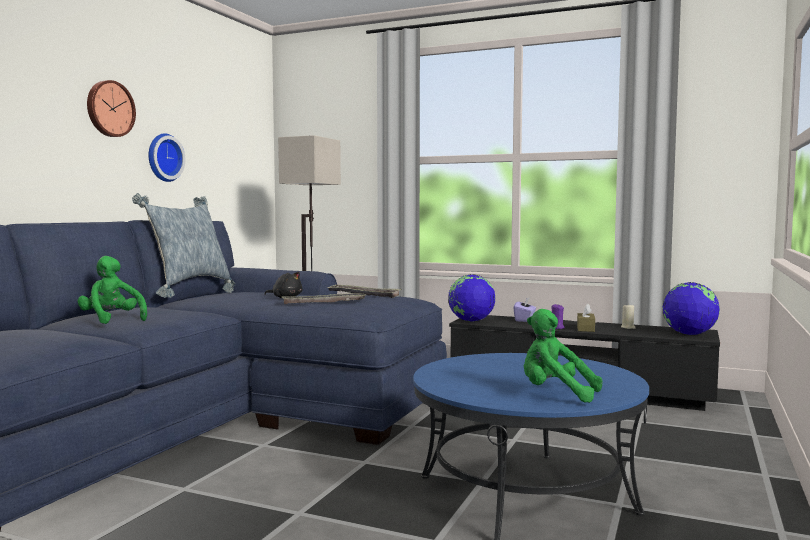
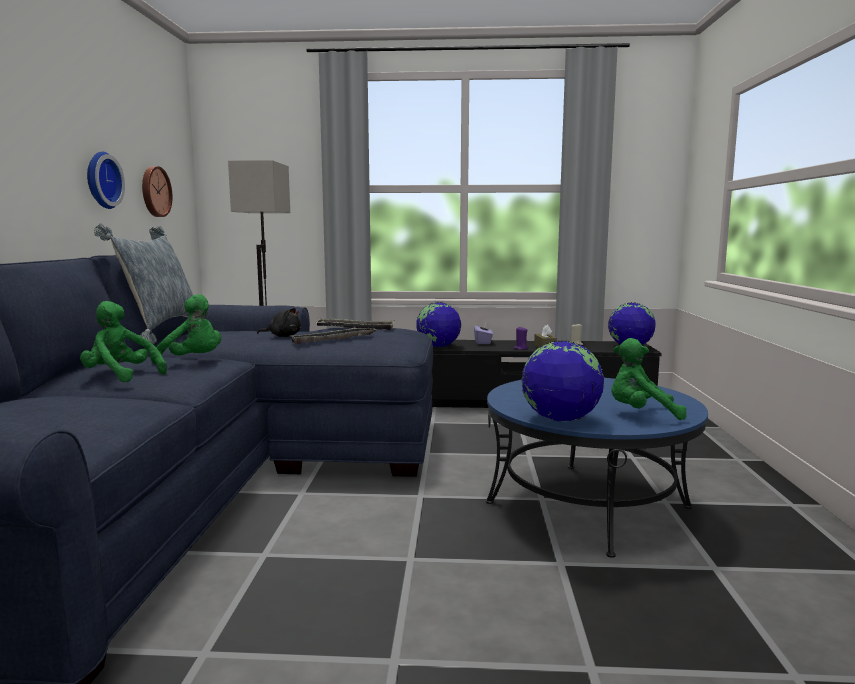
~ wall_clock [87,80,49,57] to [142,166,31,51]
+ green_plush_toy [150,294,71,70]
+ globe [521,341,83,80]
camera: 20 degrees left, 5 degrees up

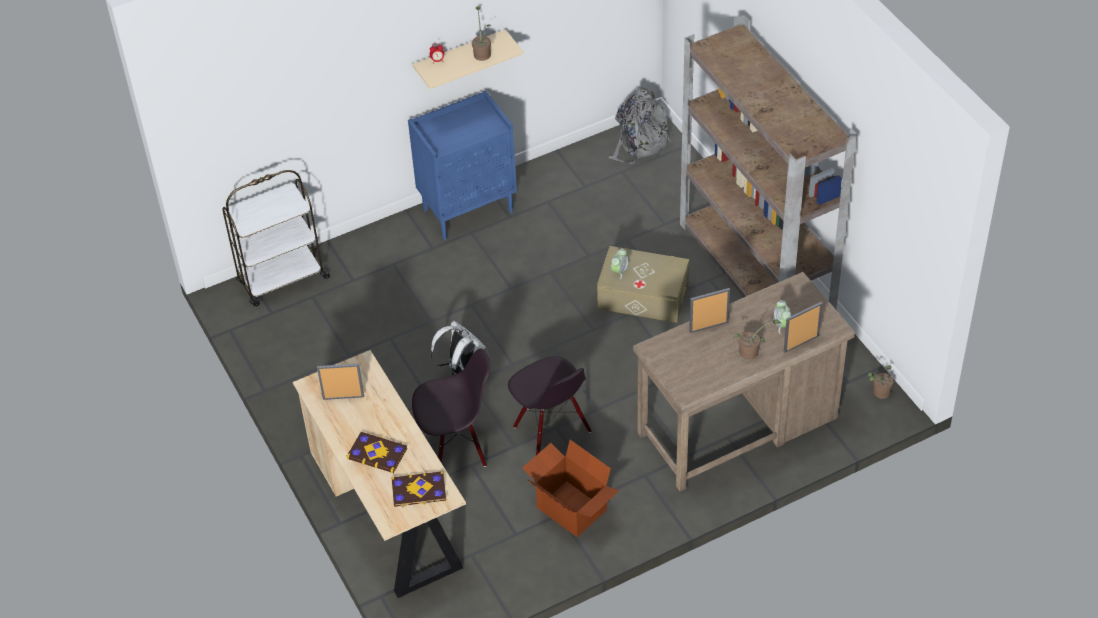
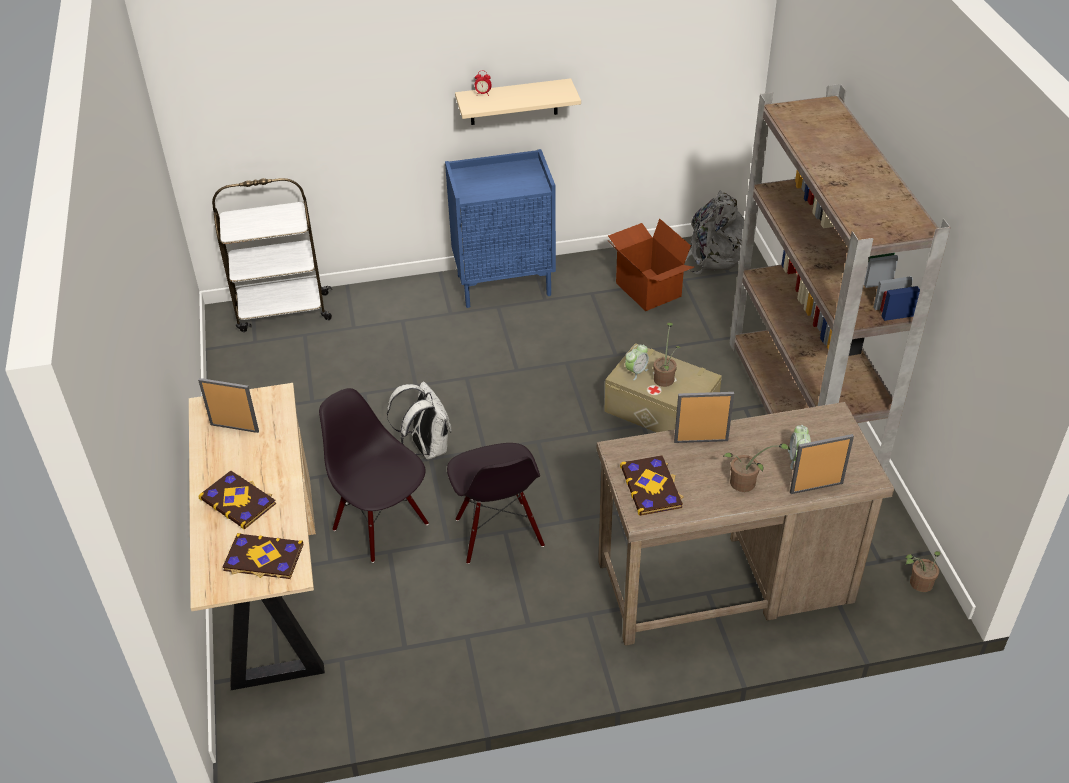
~ black_chair [412,349,78,118] = [319,388,110,175] 135 degrees counterclockwise
~ potted_plant [472,6,19,55] to [653,322,28,65]
~ cardboard_box [522,440,98,97] to [608,218,86,93]
+ book [620,455,64,61]
camera: 15 degrees right, 5 degrees down

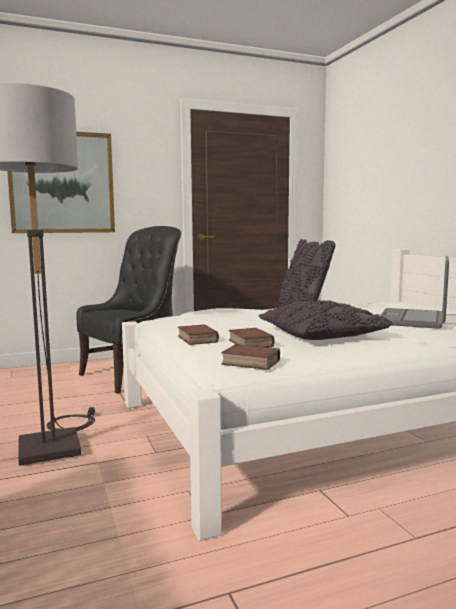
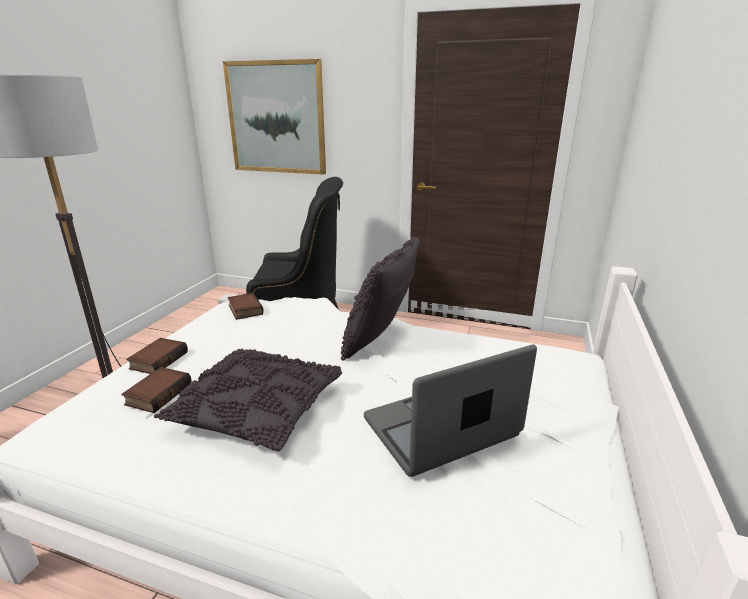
~ book [221,344,59,26] to [228,293,36,27]
camera: 40 degrees right, 15 degrees up

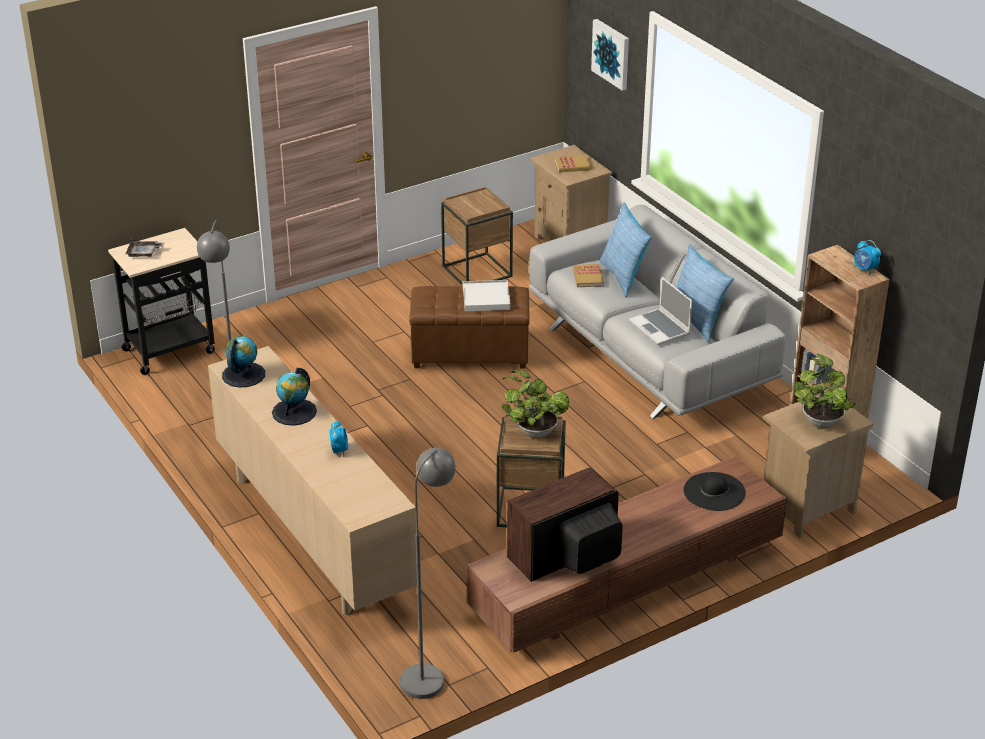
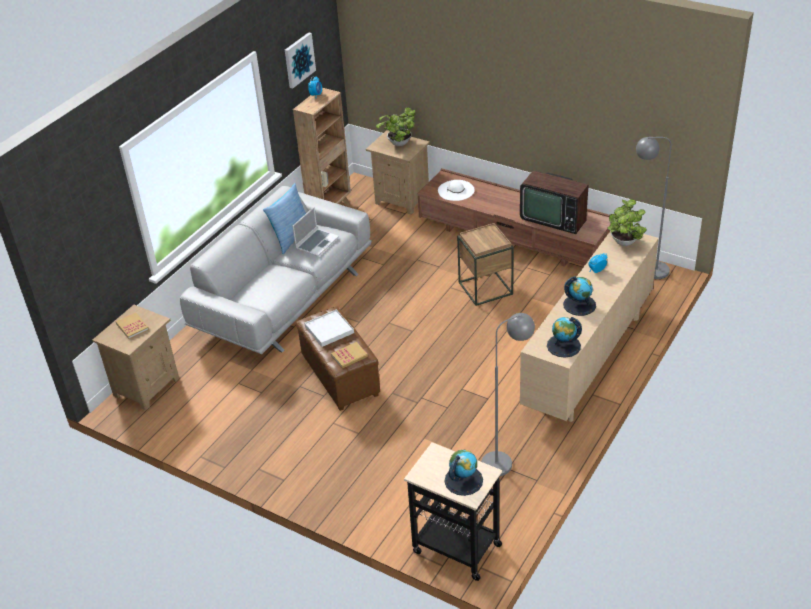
~ grey_tray [126,239,39,18] to globe [444,450,39,46]
- brown_side_table [441,187,72,99]
~ potted_plant [502,370,67,68] to [607,199,40,47]
~ book [573,264,31,23] to [331,342,37,26]
~ picture [591,19,38,72] to [285,32,31,56]
- pillow [599,202,53,96]
~ black_hat [684,472,62,39] to white_hat [438,180,37,21]
camera: 115 degrees left, 5 degrees up

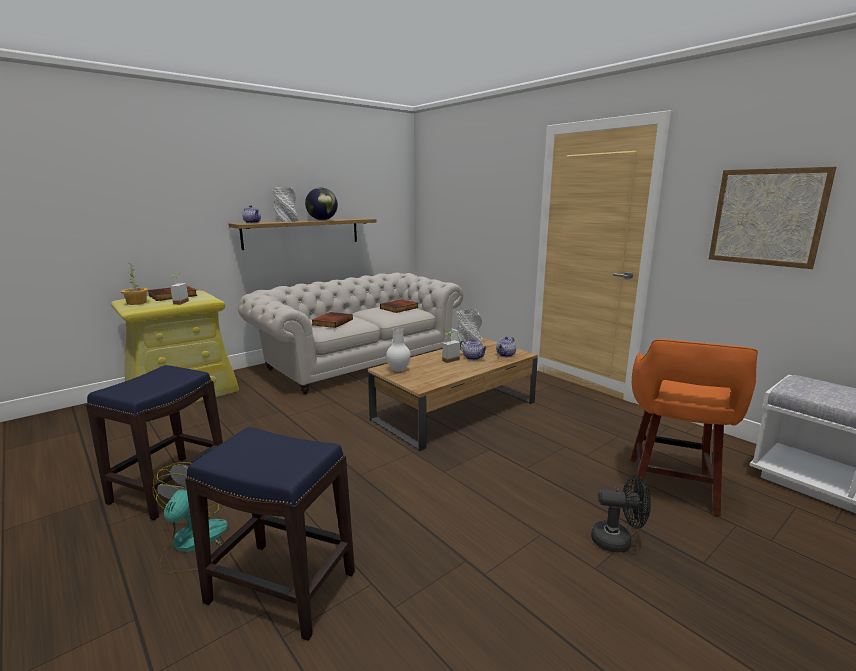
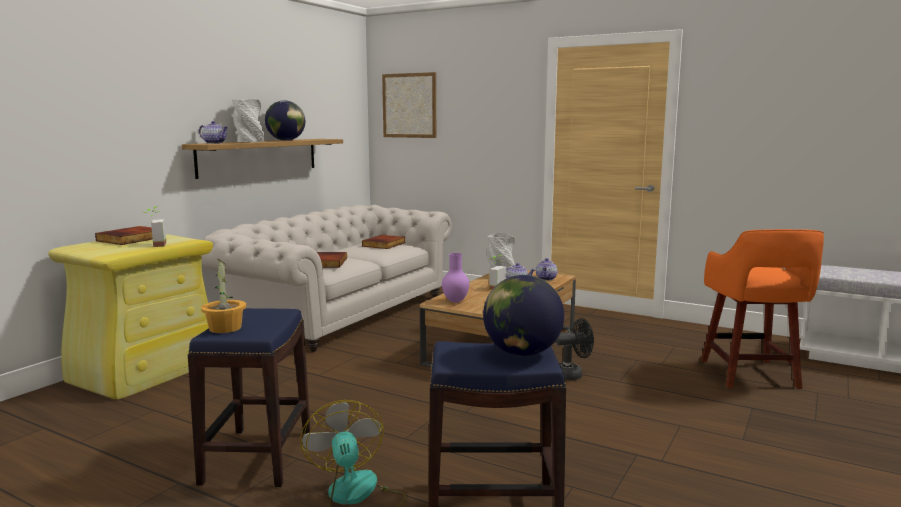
~ potted_plant [121,263,28,42] to [201,258,45,75]
~ white_vase [386,328,25,44] to purple_vase [442,253,27,50]
~ black_fan [591,475,60,78] to [555,318,39,62]
~ picture [709,166,127,103] to [382,72,54,66]
+ globe [483,275,81,81]
camera: 20 degrees left, 5 degrees down

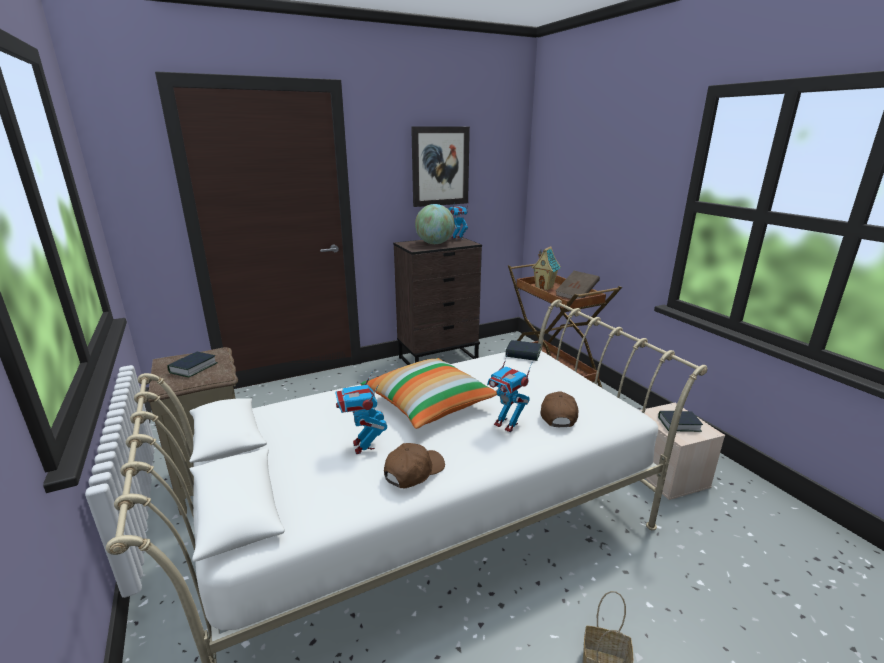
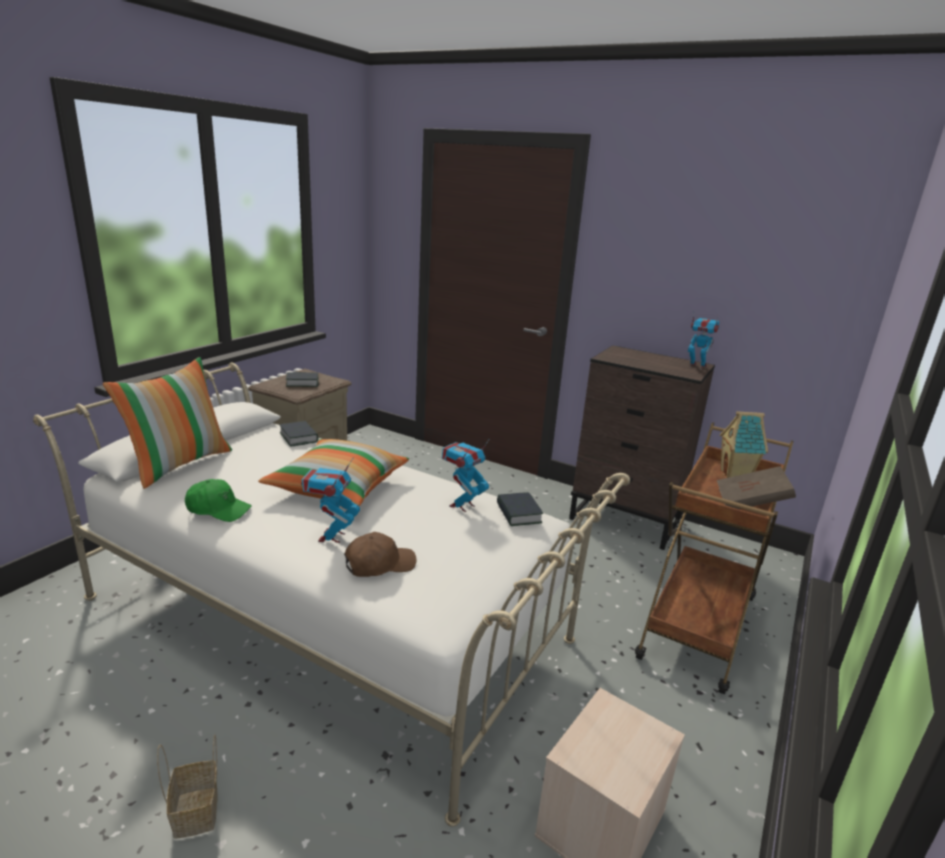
~ toy_robot [335,370,52,84] to [442,440,47,72]
~ brown_cap [384,443,61,45] to green_cap [185,479,67,43]
- picture [411,126,59,81]
- globe [415,204,40,40]
~ book [658,411,45,21] to [279,421,39,26]
+ pillow [103,357,129,132]
camera: 55 degrees right, 0 degrees up

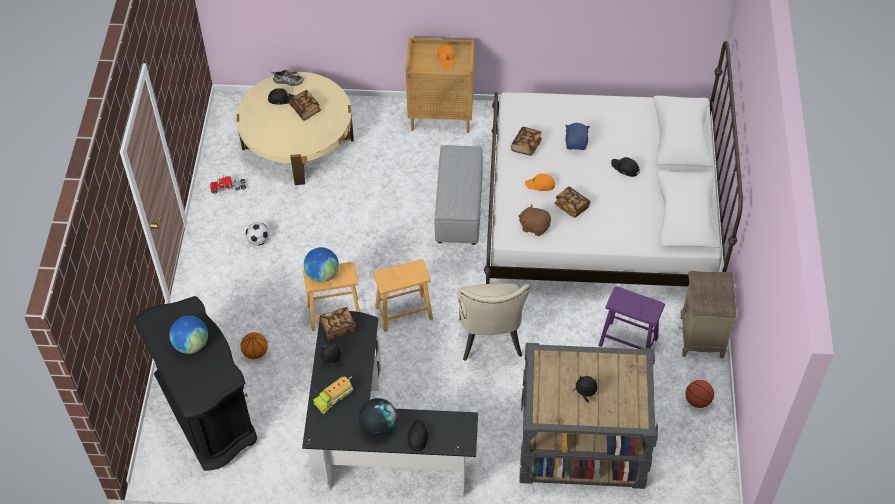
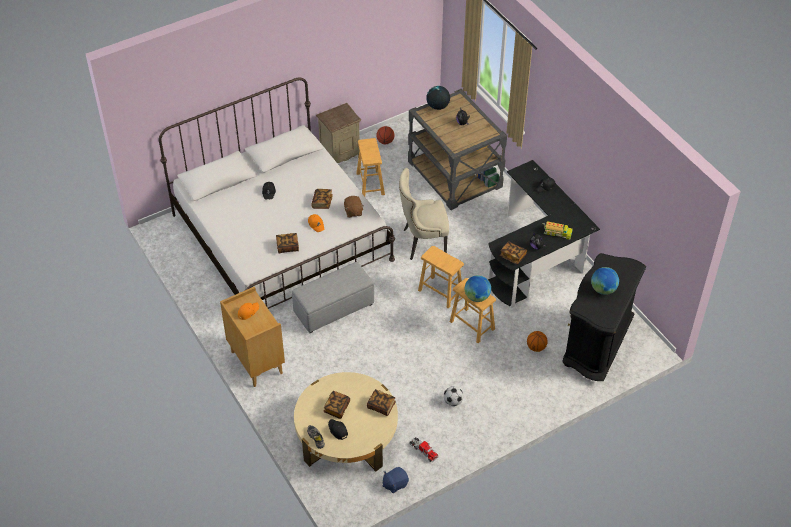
~ globe [359,398,38,39] to [426,86,24,24]
~ beige_chair [457,283,73,78] = [399,168,50,92] 150 degrees counterclockwise
~ blue_plush_toy [565,123,25,27] to [383,467,26,26]
~ purple_stool [598,286,67,63] to brown_stool [356,138,29,58]
+ book [367,389,29,27]
camera: 125 degrees left, 5 degrees down

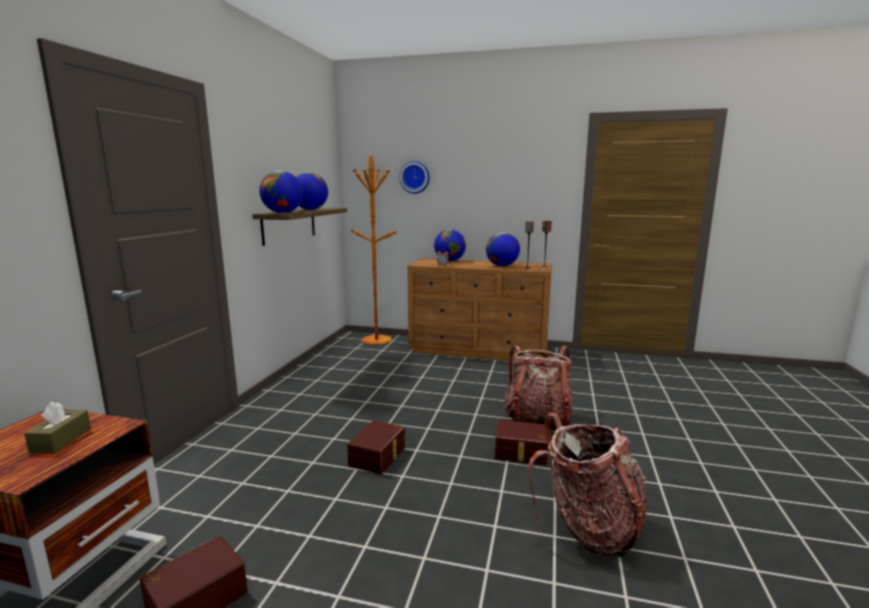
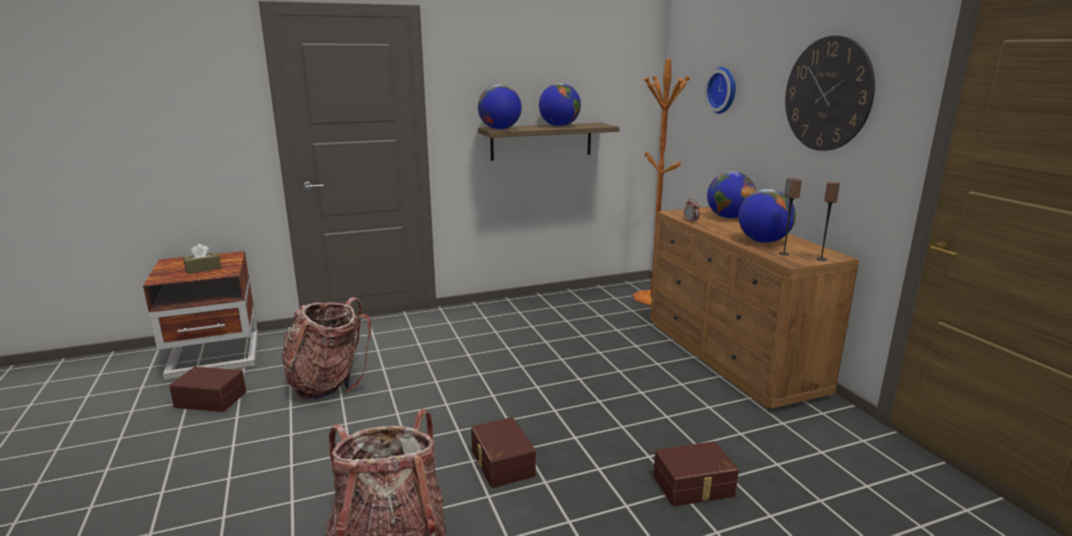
~ brown_storage_box [347,420,58,54] to [653,441,86,65]
~ backpack [504,345,69,88] to [282,297,89,103]
+ wall_clock [785,36,90,115]
camera: 55 degrees right, 5 degrees up

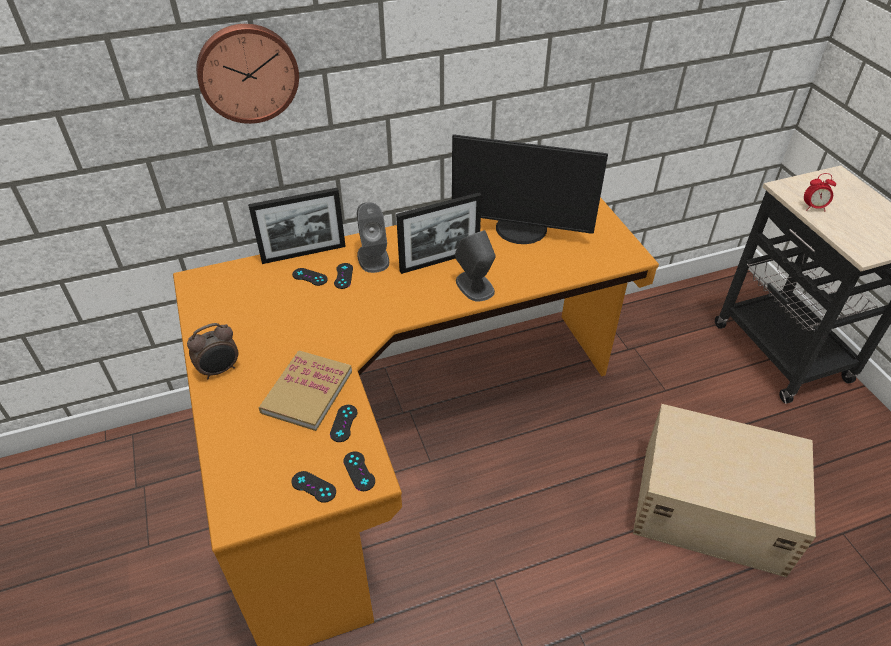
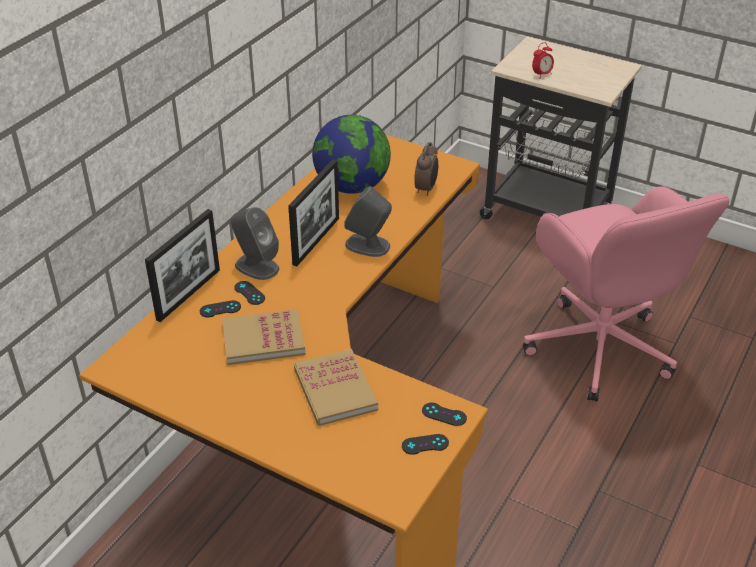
~ alarm_clock [187,323,51,56] to [415,142,23,54]
- wall_clock [196,24,103,100]
- black_game_controller [330,405,28,37]
~ monitor [452,134,156,110] to globe [312,115,79,79]
~ beige_storage_box [633,404,183,173] to pink_office_chair [523,186,207,216]
+ book [222,309,83,56]
camera: 40 degrees left, 5 degrees down

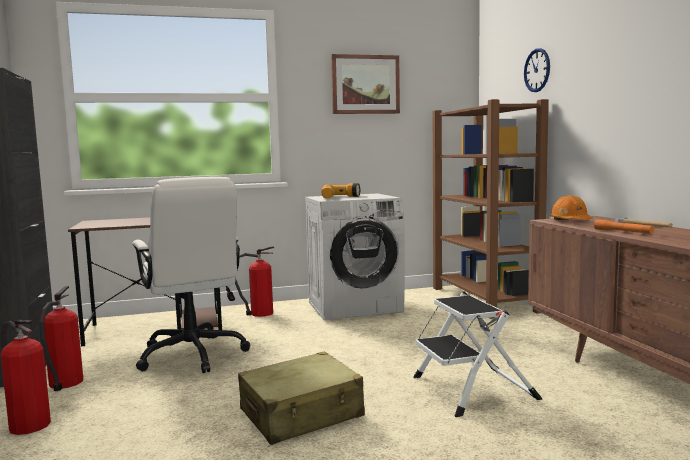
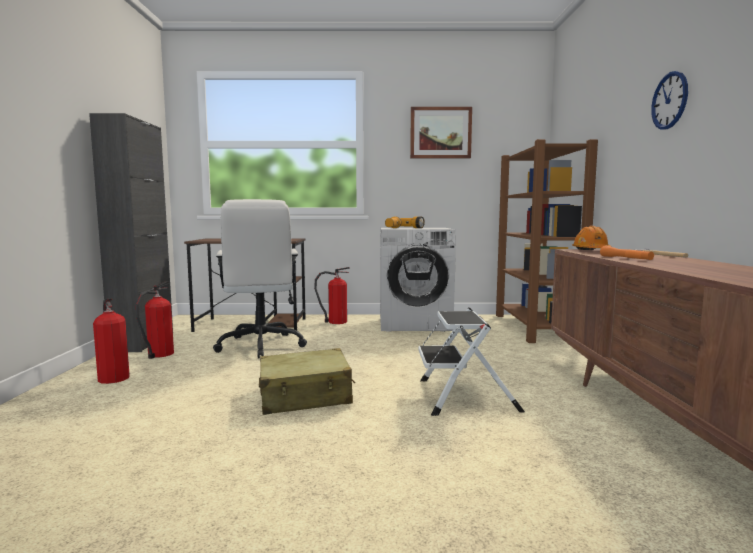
~ wall_clock [524,48,26,44] to [651,71,37,58]
camera: 15 degrees right, 0 degrees up

